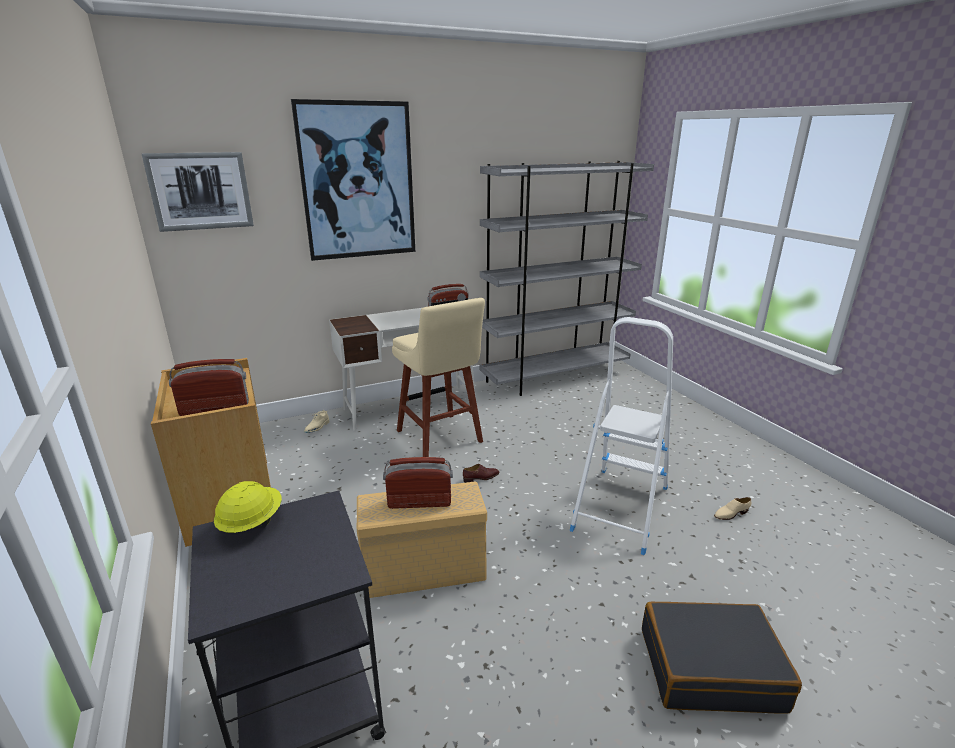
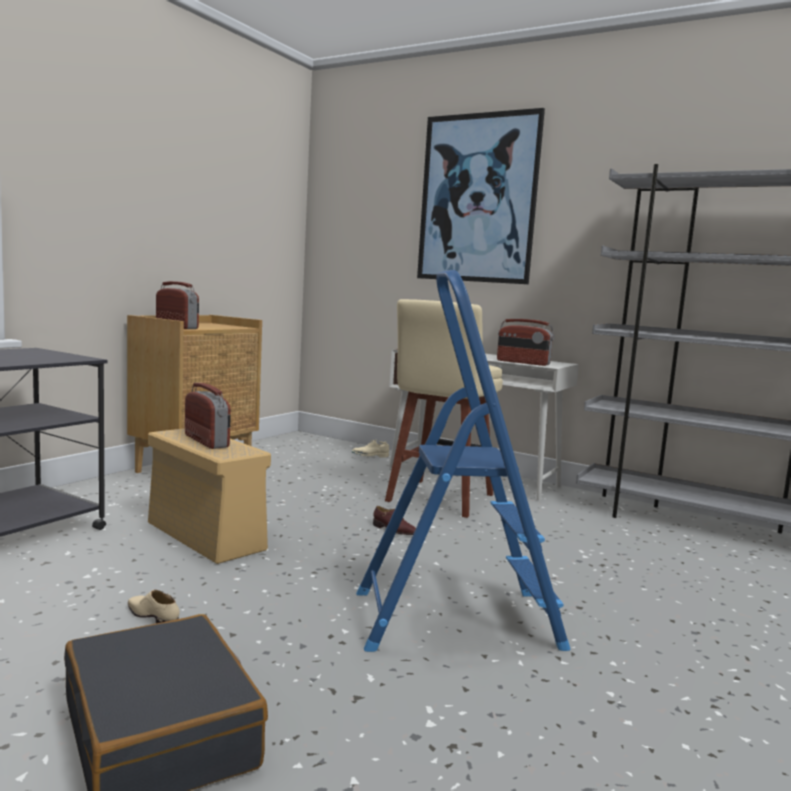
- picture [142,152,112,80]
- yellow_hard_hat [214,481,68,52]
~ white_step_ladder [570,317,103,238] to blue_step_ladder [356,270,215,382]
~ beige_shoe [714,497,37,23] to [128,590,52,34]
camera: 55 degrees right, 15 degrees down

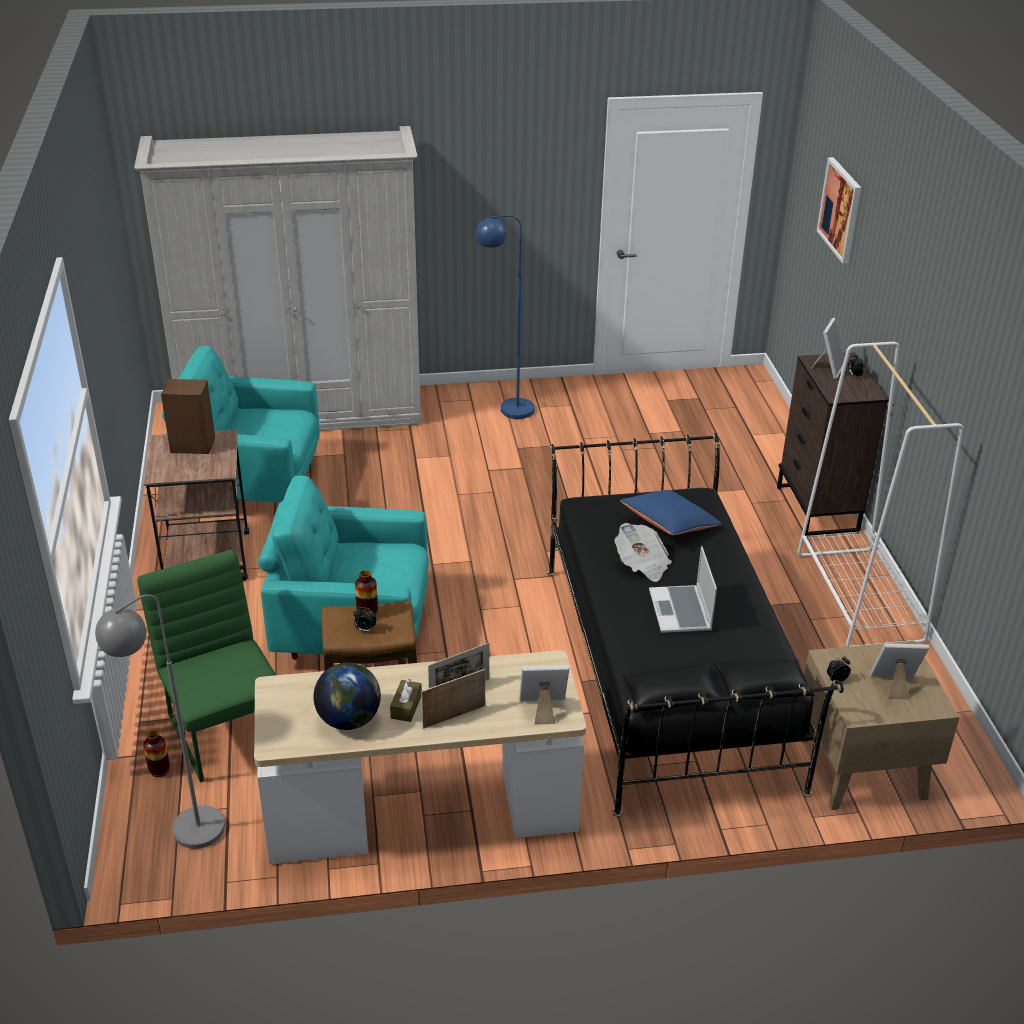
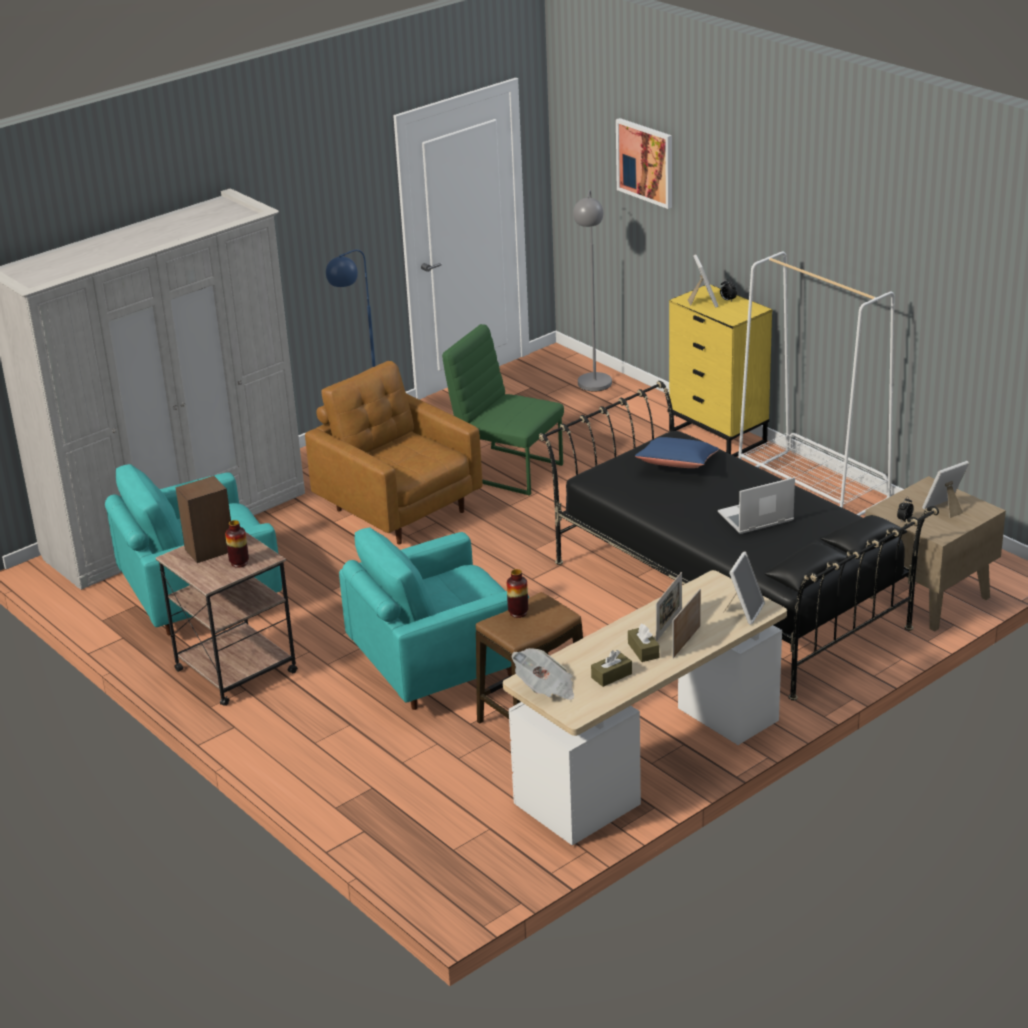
~ grey_floor_lamp [95,594,130,255] to [573,190,39,202]
~ green_chair [137,550,139,233] to [442,324,122,172]
~ vase [143,731,27,46] to [225,520,24,48]
~ globe [313,663,68,67] to brown_tissue_box [591,650,41,37]
- alarm_clock [353,607,24,25]
~ picture_frame [519,665,50,60] = [724,552,41,73] 150 degrees clockwise
~ newspaper [614,523,58,59] to [512,648,62,52]
~ laptop [649,546,68,87] = [718,477,77,57] 105 degrees clockwise
~ brown_dresser [777,353,112,183] to yellow_dresser [667,284,106,173]
+ brown_armchair [305,361,177,184]
camera: 30 degrees left, 5 degrees down

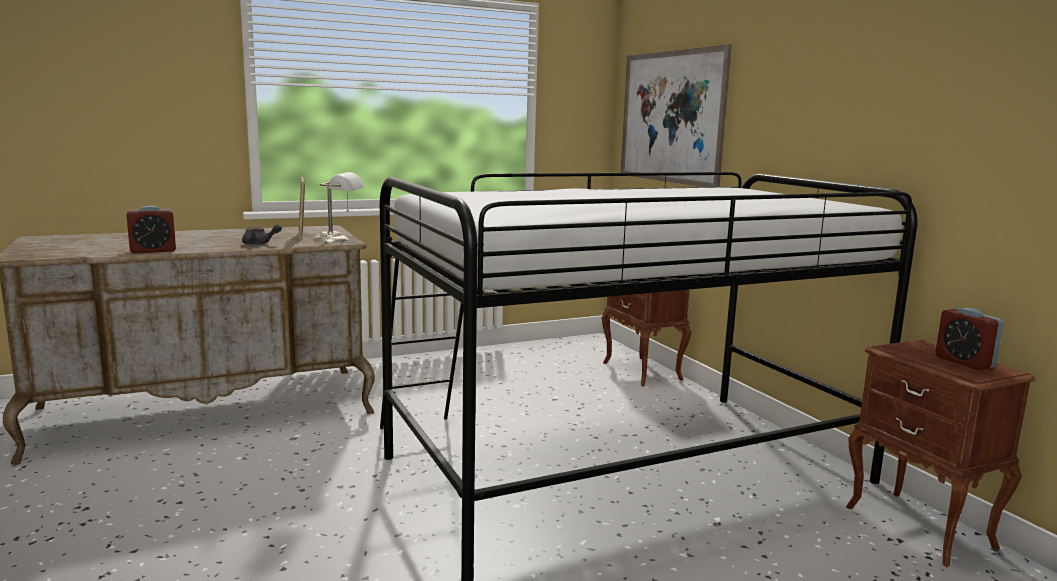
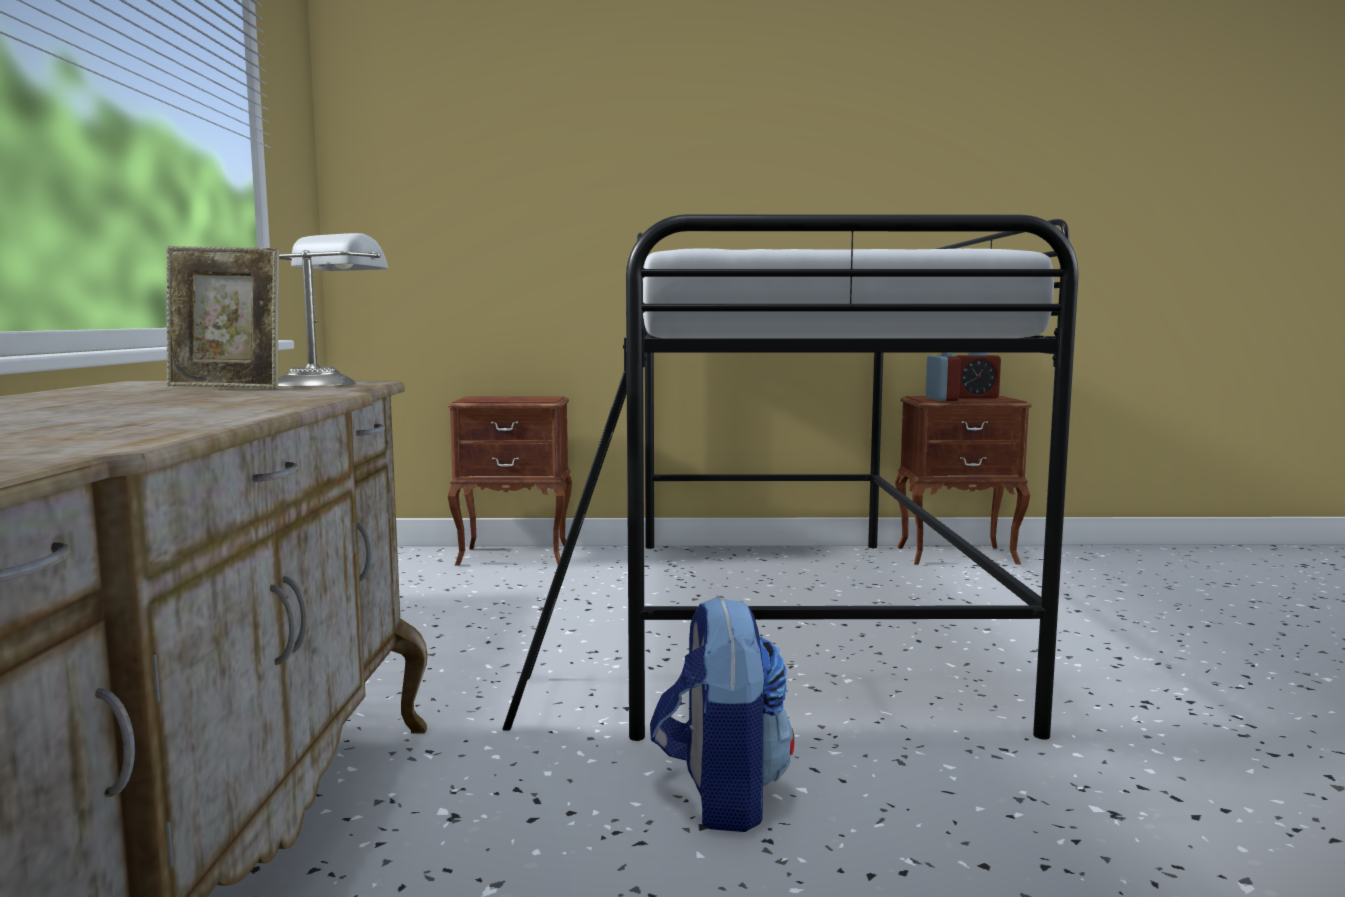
~ alarm_clock [126,206,50,48] to [926,353,35,48]
- grey_teapot [242,224,40,21]
- picture [621,44,111,143]
+ backpack [650,596,144,236]
camera: 65 degrees left, 5 degrees down

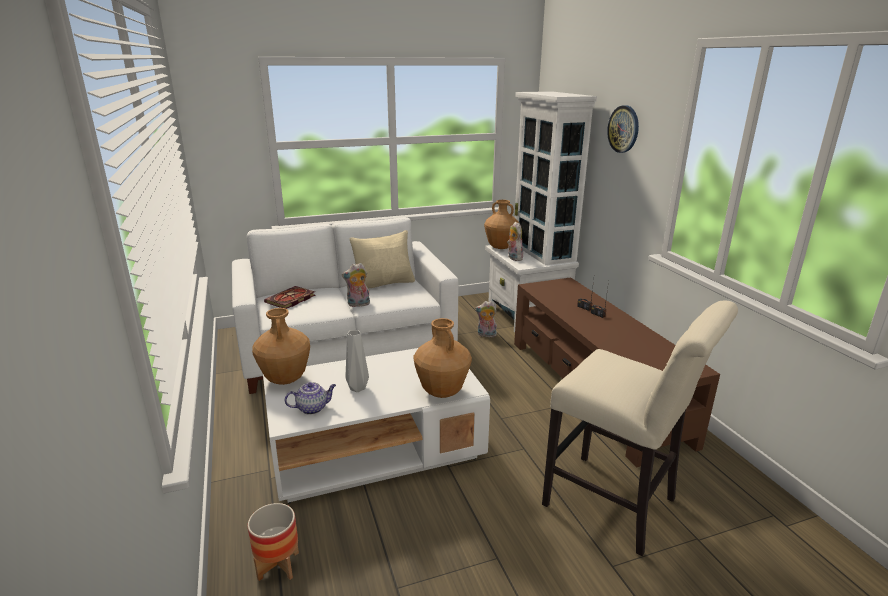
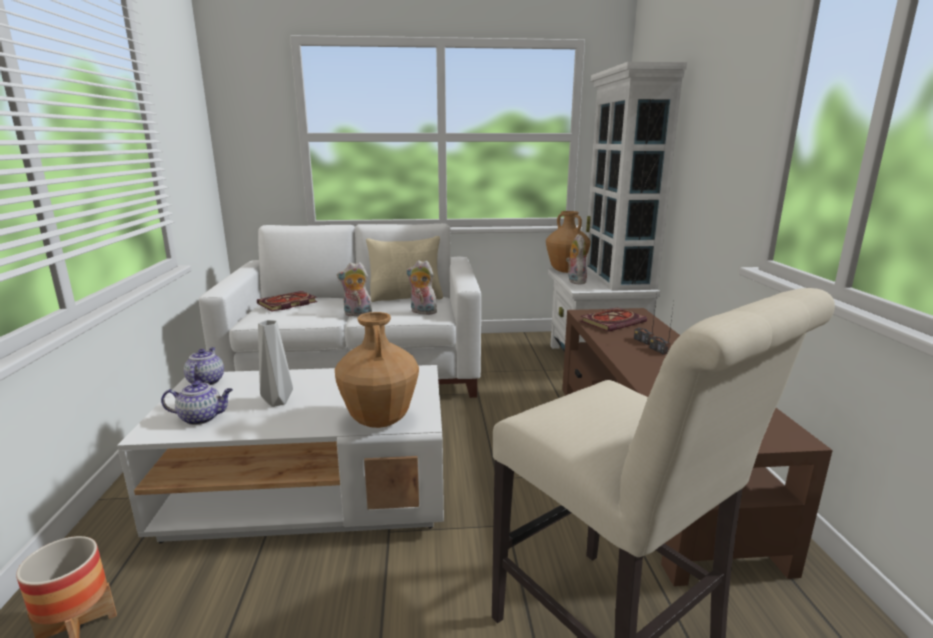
~ brown_vase [252,308,58,77] to teapot [184,347,40,38]
~ plush_toy [475,301,22,36] to [406,260,31,55]
- wall_clock [607,105,32,48]
+ book [580,307,67,25]
camera: 15 degrees right, 5 degrees down

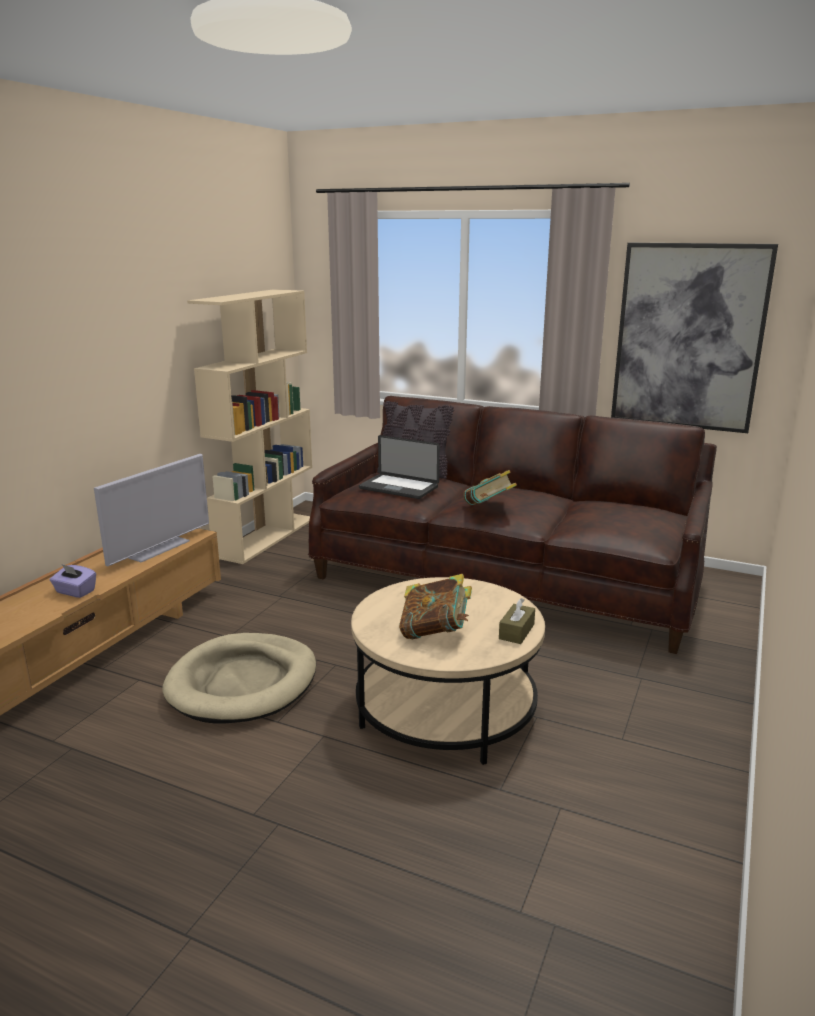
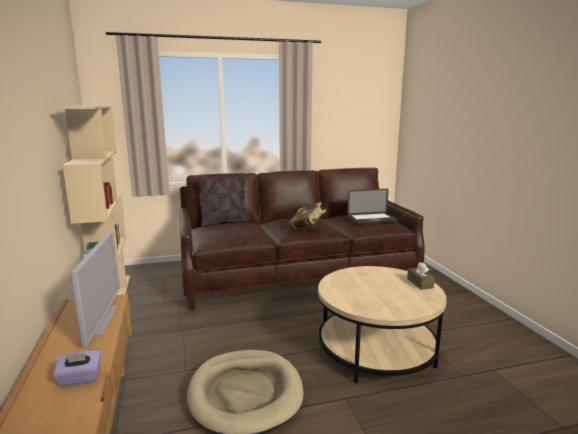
~ laptop [359,435,81,64] to [347,189,51,35]
- book [399,574,73,65]
- picture [611,243,167,190]
camera: 40 degrees left, 5 degrees down

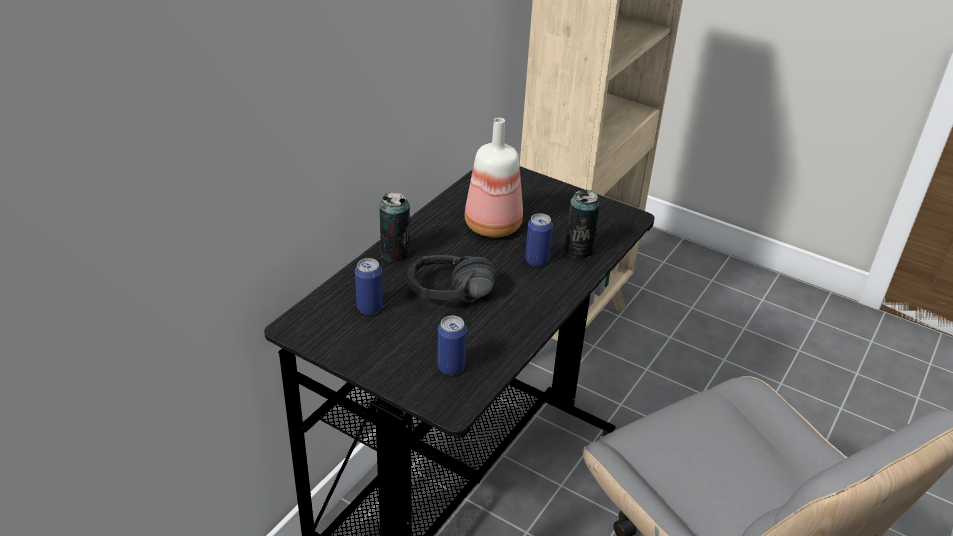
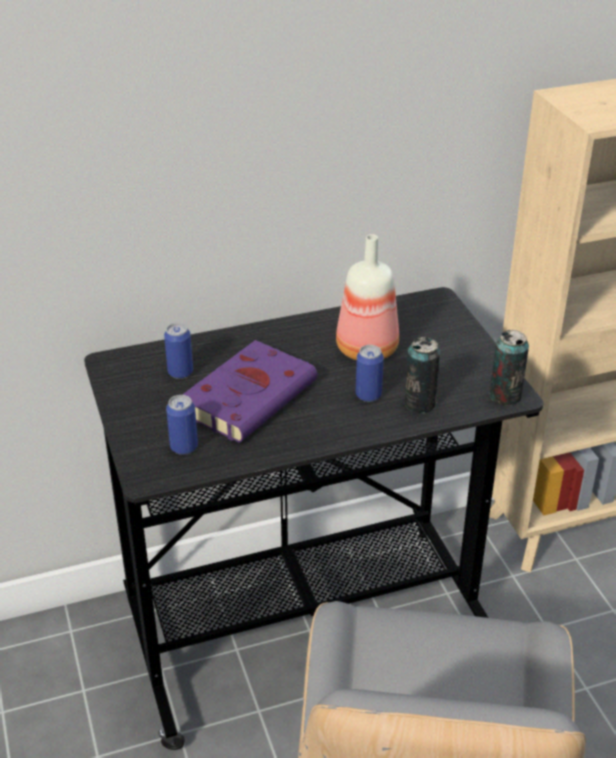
~ can [379,192,31,70] to [489,330,40,76]
~ black_headphones [407,255,90,48] to purple_book [182,340,135,103]
camera: 40 degrees right, 0 degrees up

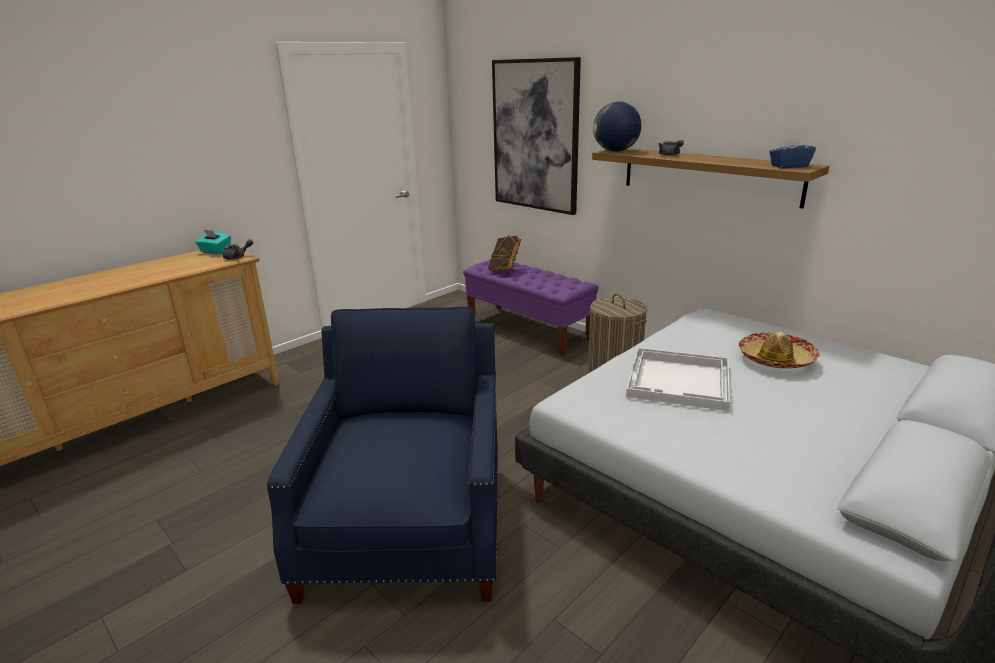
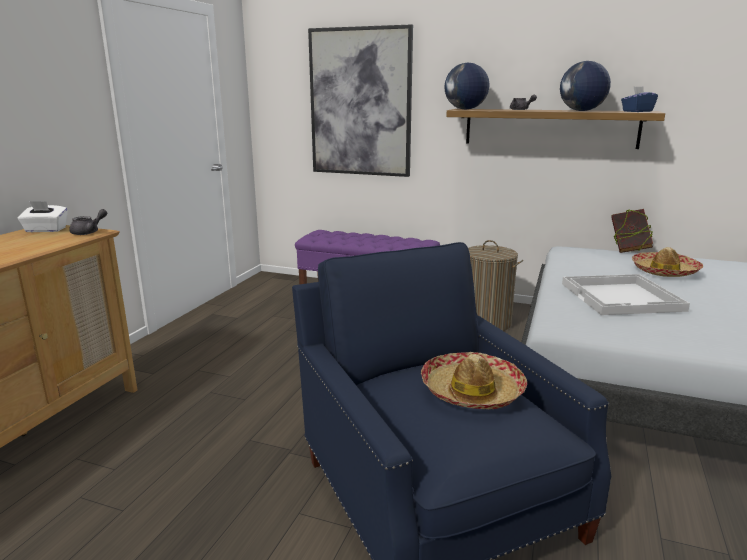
~ turquoise_tissue_box [195,230,36,24] to white_tissue_box [17,201,50,31]
~ book [488,236,33,35] to [611,209,42,44]
+ hat [421,352,106,57]
+ globe [560,61,51,50]
camera: 25 degrees left, 5 degrees down

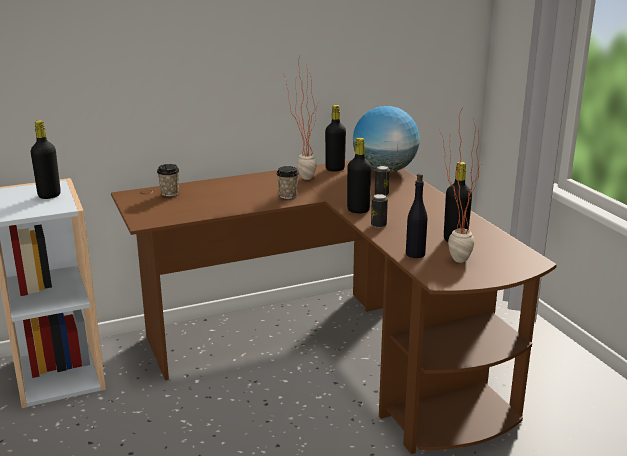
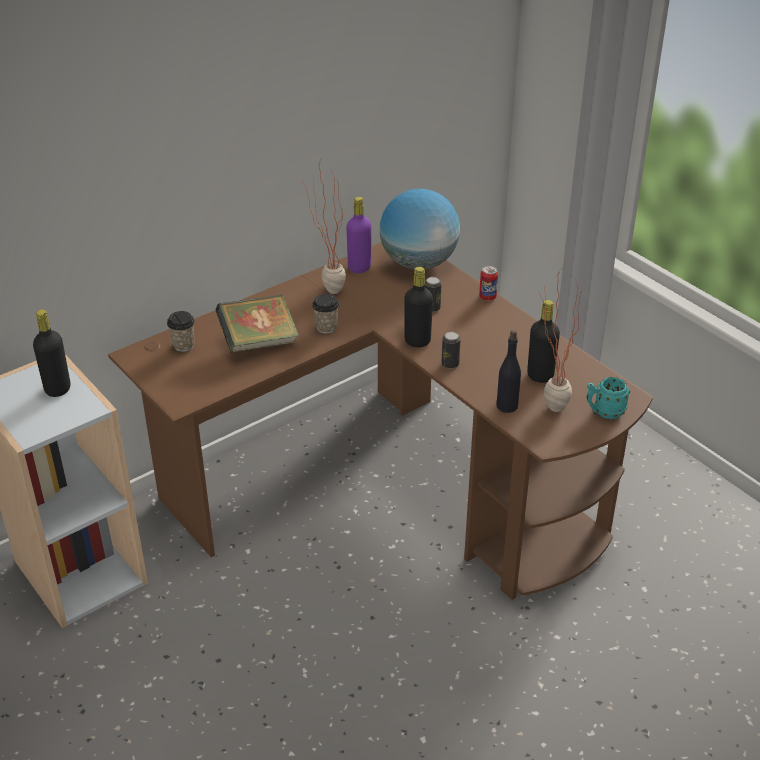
~ black_bottle [325,105,21,66] to purple_bottle [346,197,25,76]
+ book [215,295,84,58]
+ can [479,266,19,35]
+ turquoise_mug [587,377,43,42]
camera: 15 degrees left, 15 degrees up

